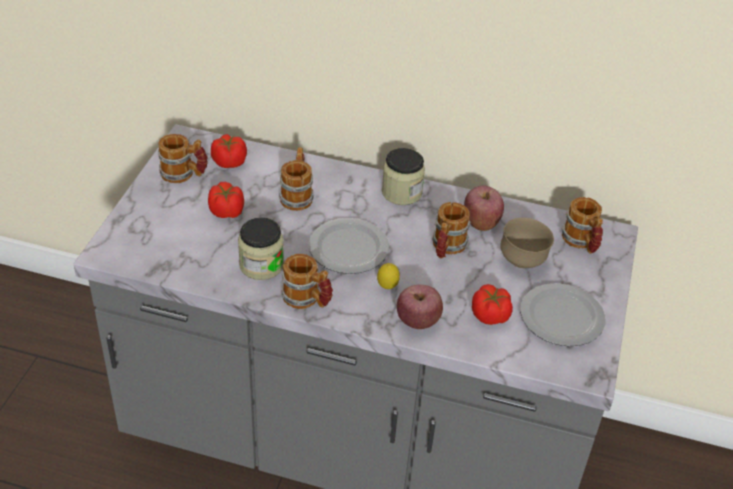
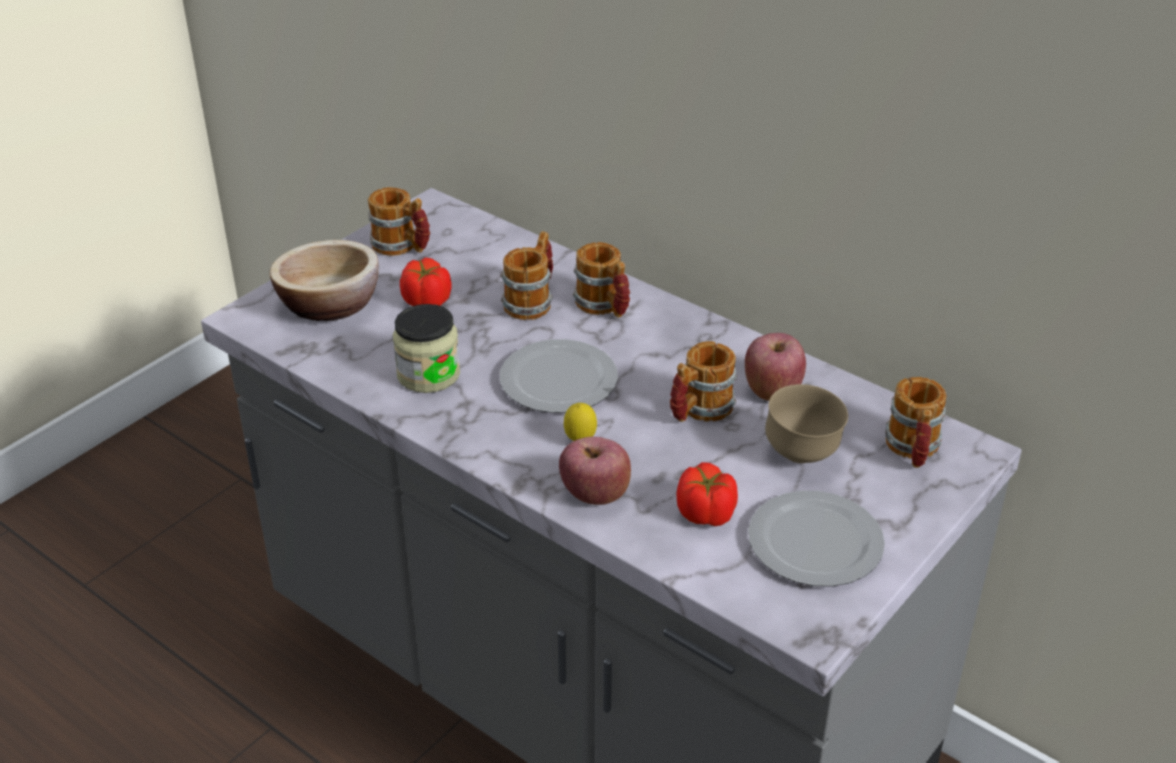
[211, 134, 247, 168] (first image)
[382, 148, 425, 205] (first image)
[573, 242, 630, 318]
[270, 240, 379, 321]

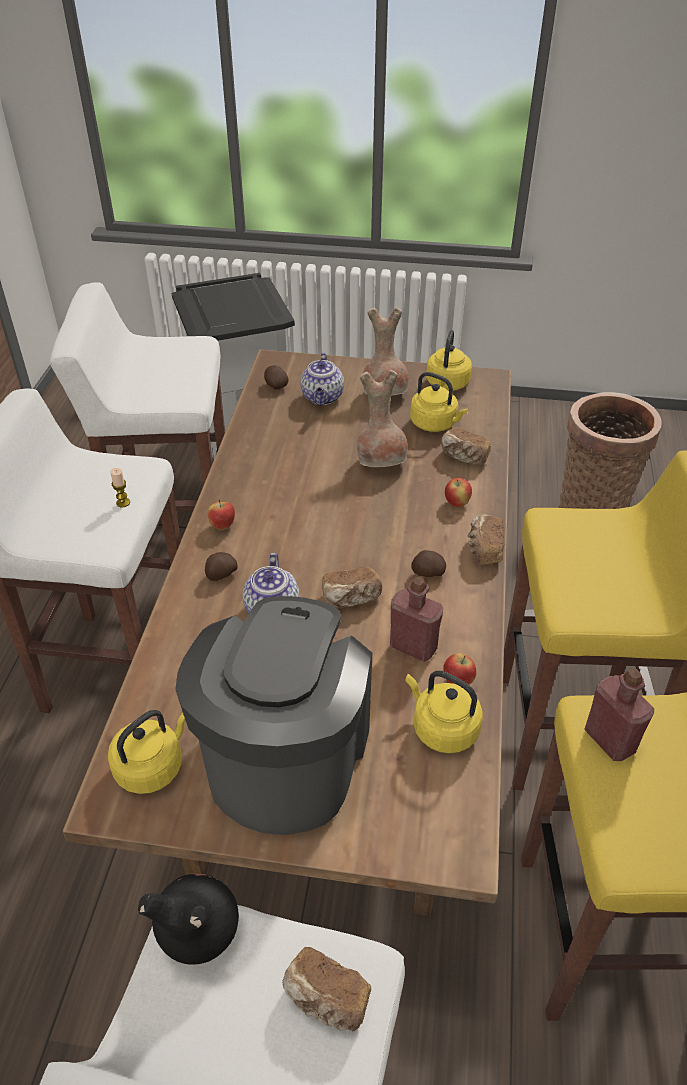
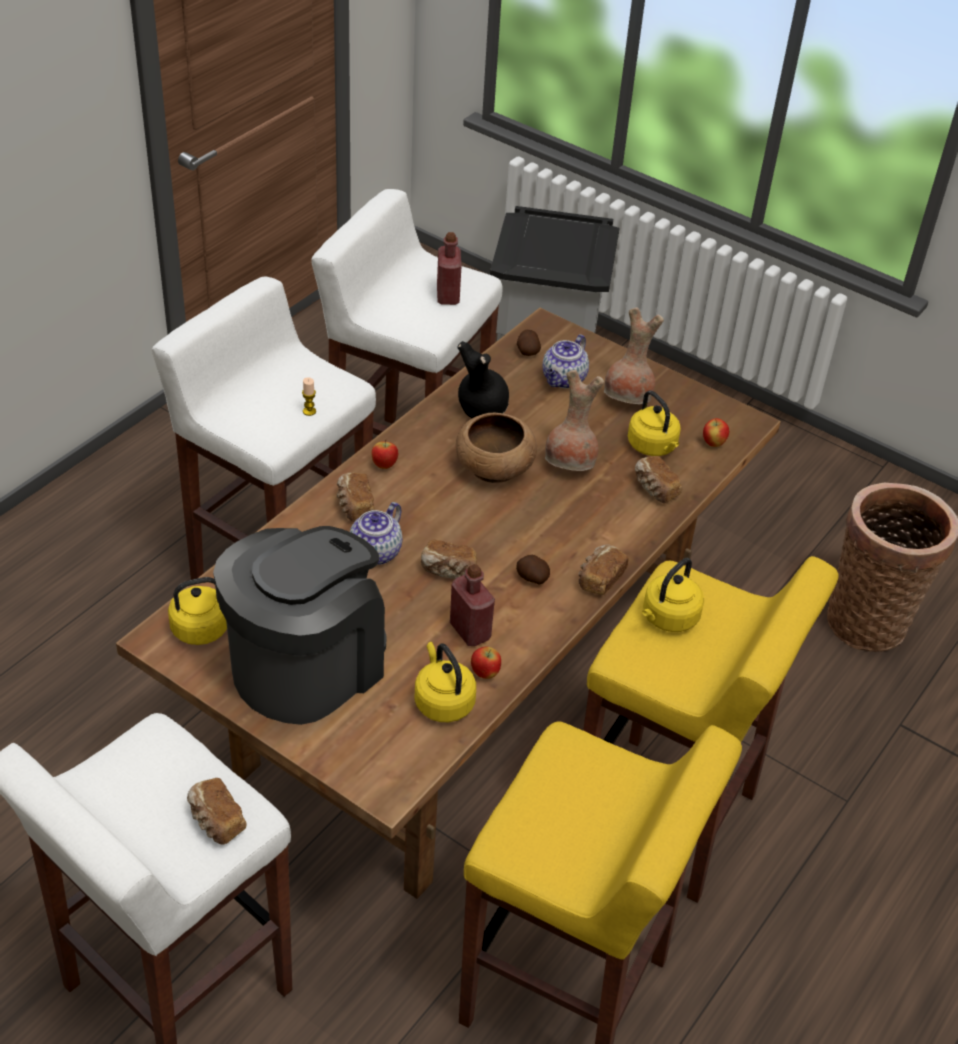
[642, 558, 704, 632]
[703, 418, 729, 447]
[337, 473, 375, 522]
[437, 232, 462, 305]
[457, 341, 509, 418]
[456, 413, 537, 483]

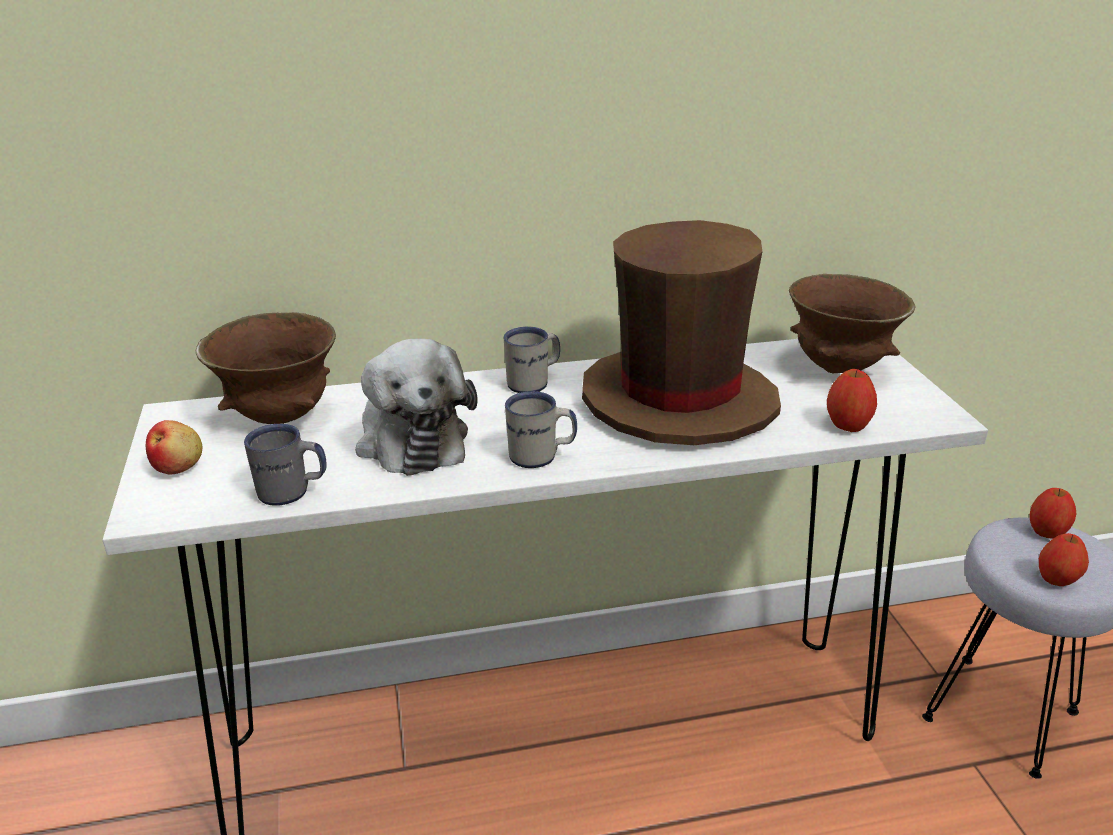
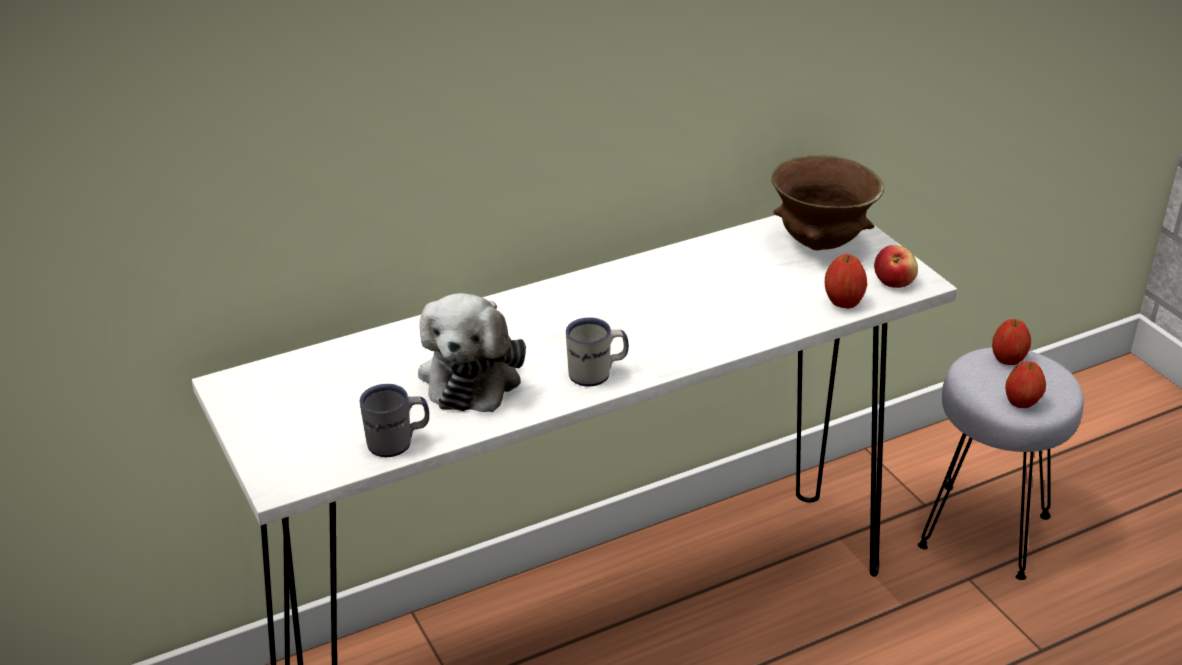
[582, 220, 781, 445] (first image)
[196, 312, 336, 424] (first image)
[504, 327, 560, 393] (first image)
[418, 293, 526, 412]
[874, 245, 918, 288]

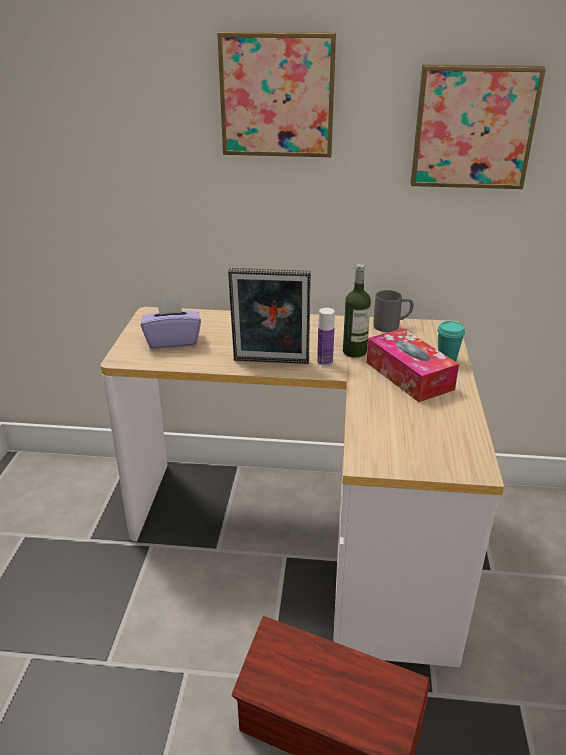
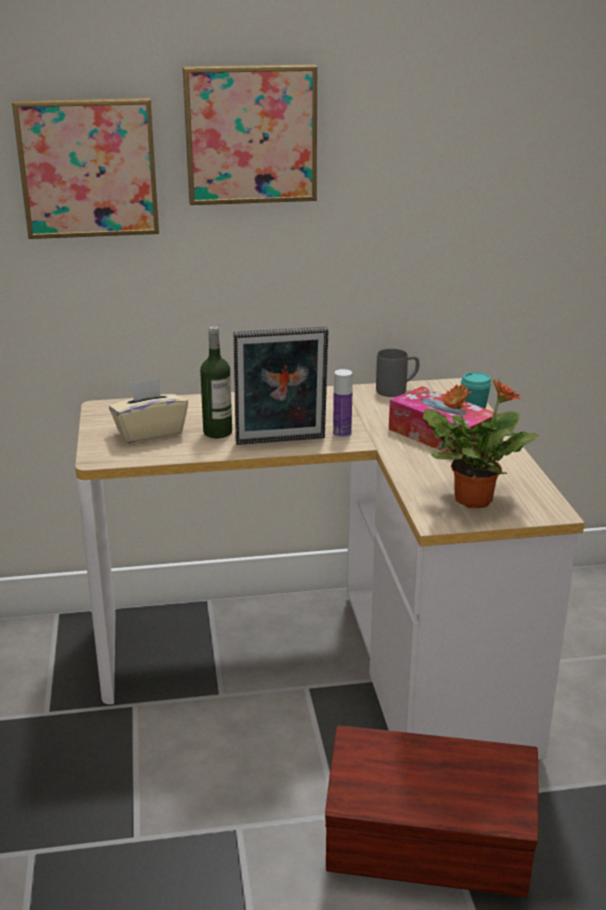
[12, 97, 159, 239]
[200, 326, 232, 438]
[109, 378, 188, 444]
[423, 379, 539, 508]

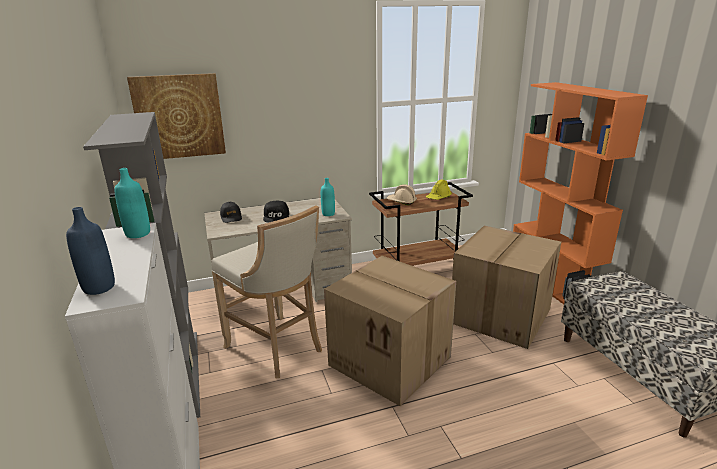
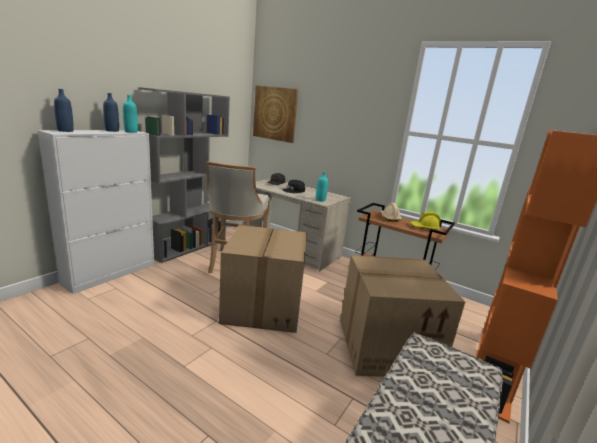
[103, 93, 119, 132]

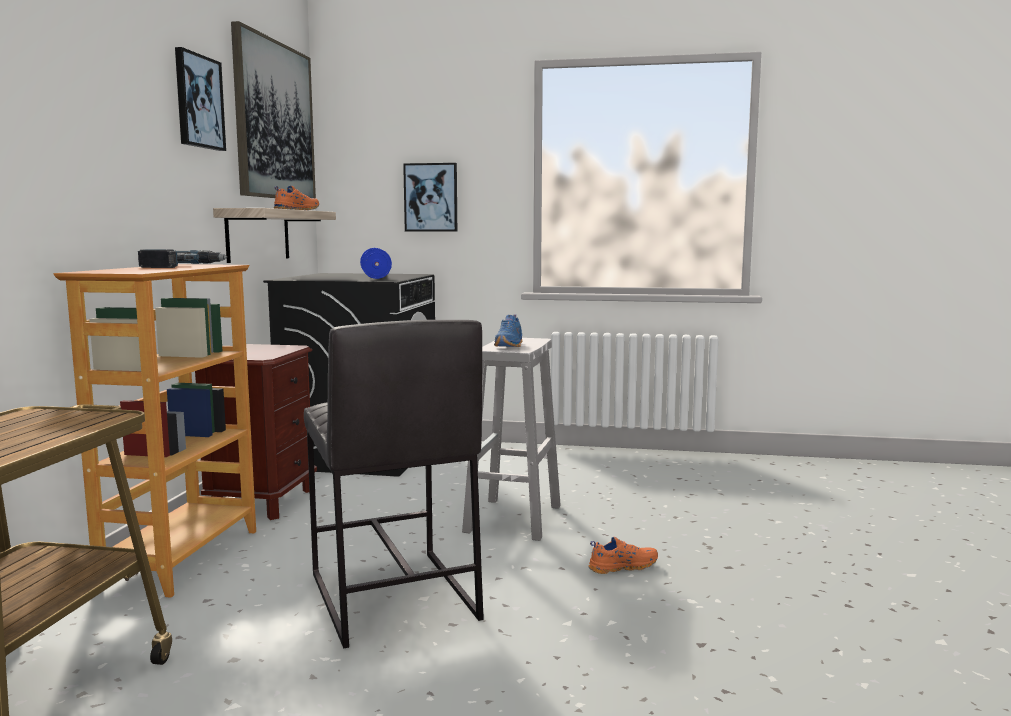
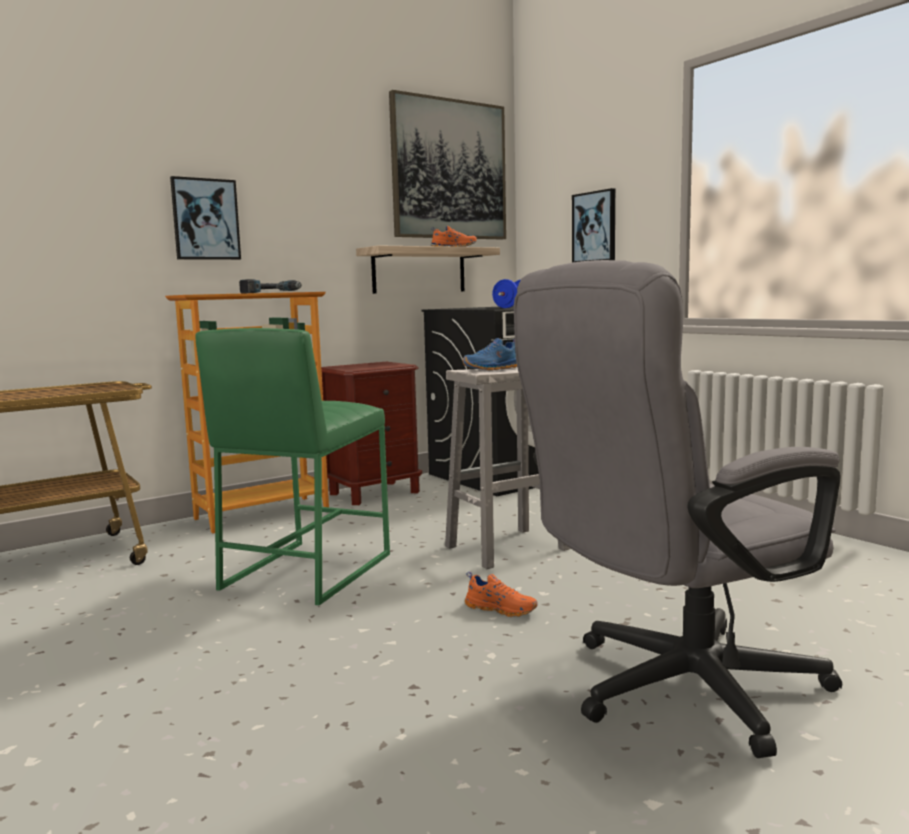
[170, 176, 241, 260]
[195, 328, 390, 605]
[514, 260, 842, 758]

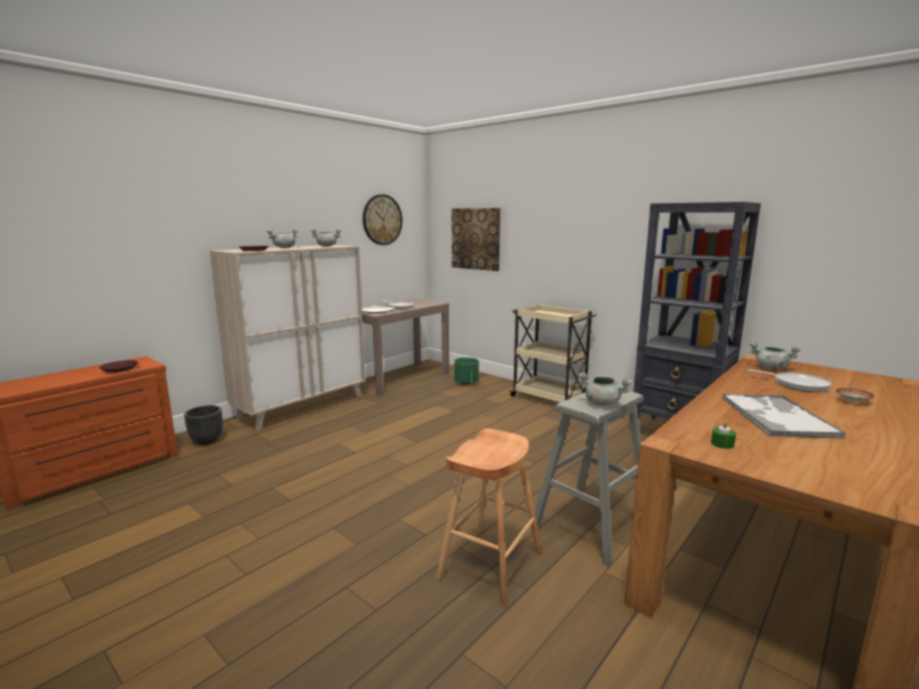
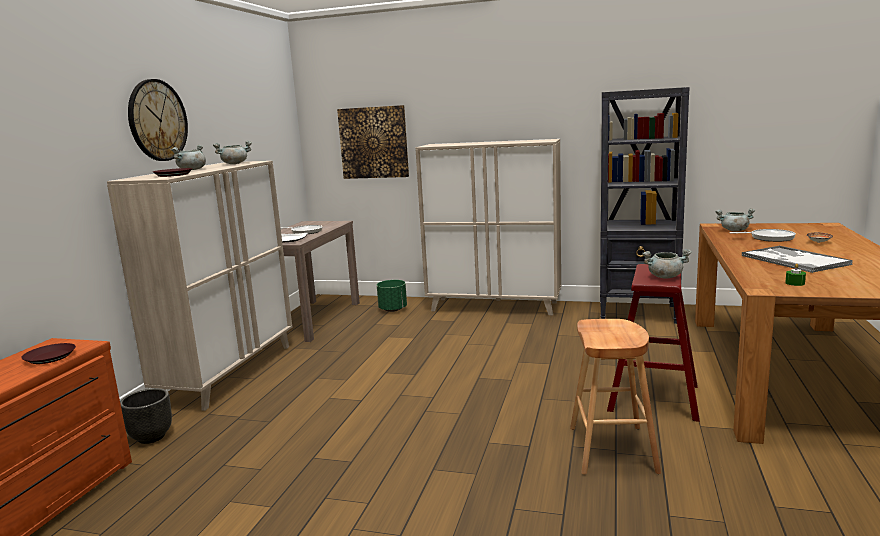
[128, 79, 188, 161]
[415, 139, 561, 315]
[607, 264, 700, 422]

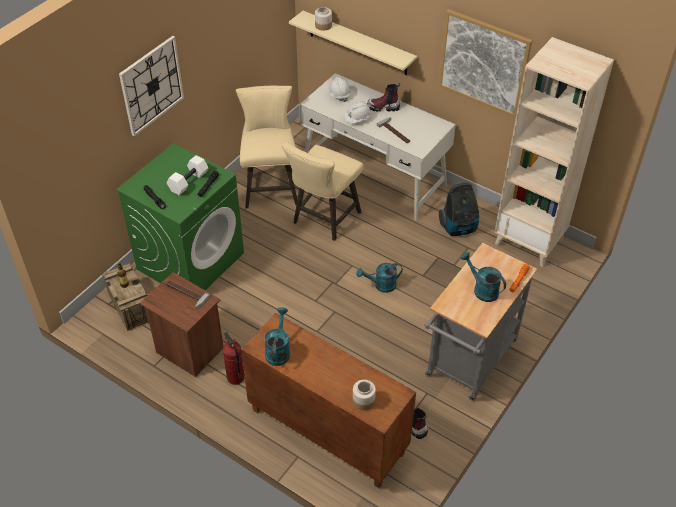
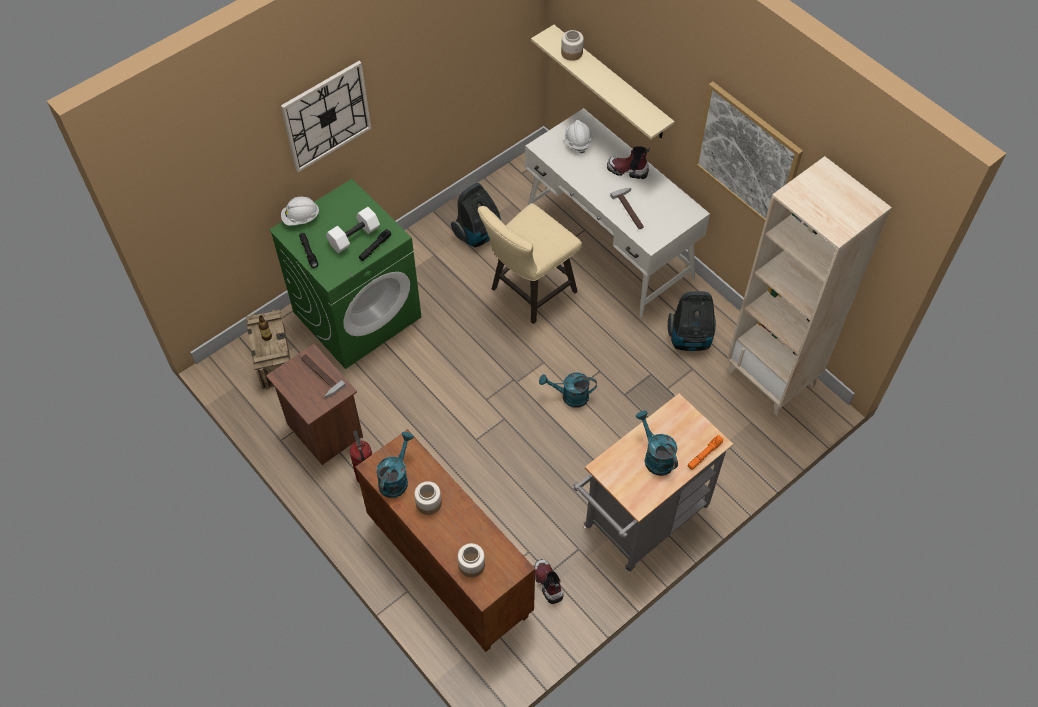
[451, 183, 501, 247]
[281, 197, 320, 226]
[414, 481, 442, 515]

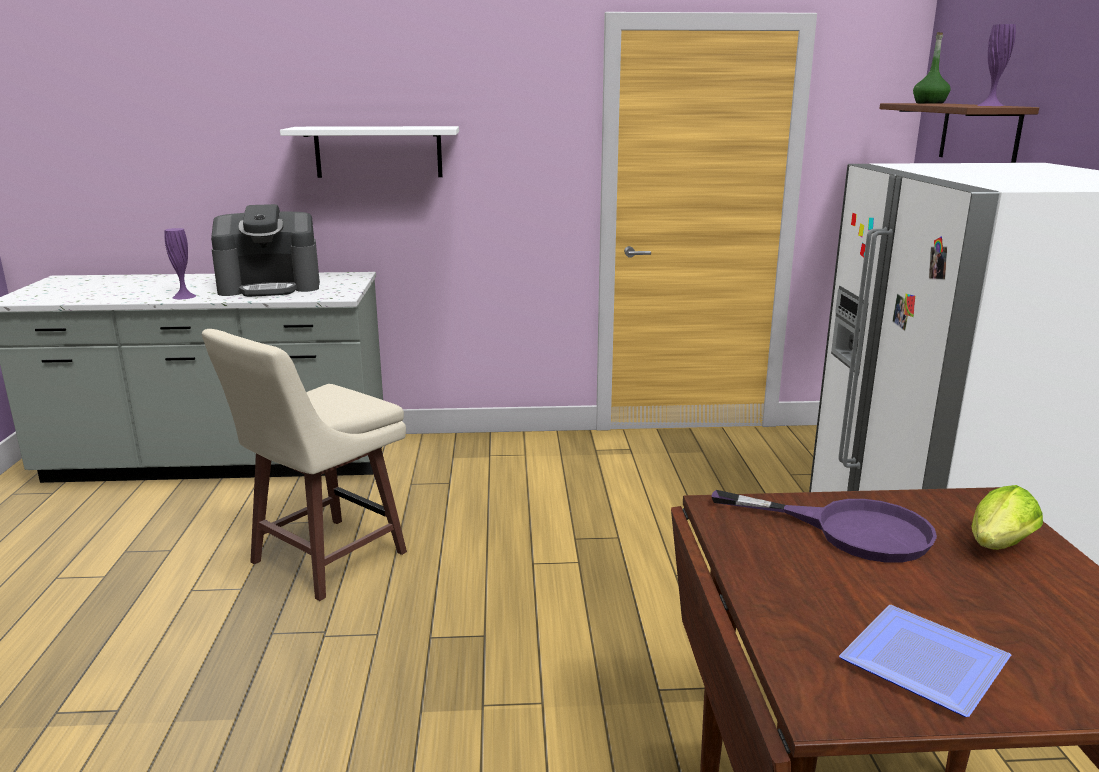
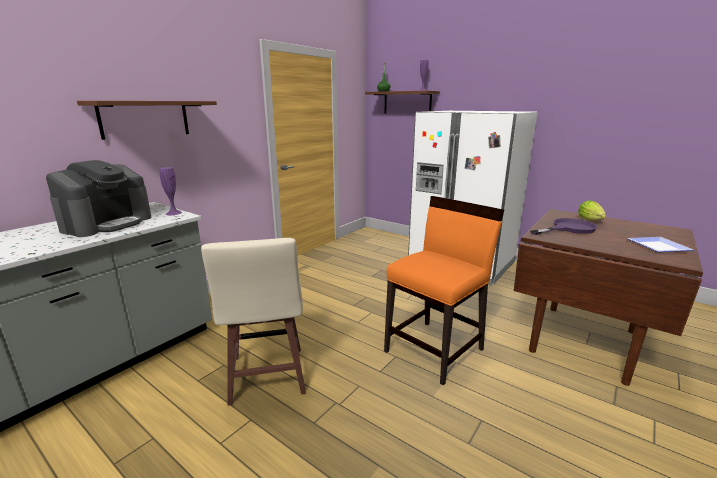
[77, 101, 217, 140]
[159, 167, 182, 215]
[384, 196, 504, 385]

